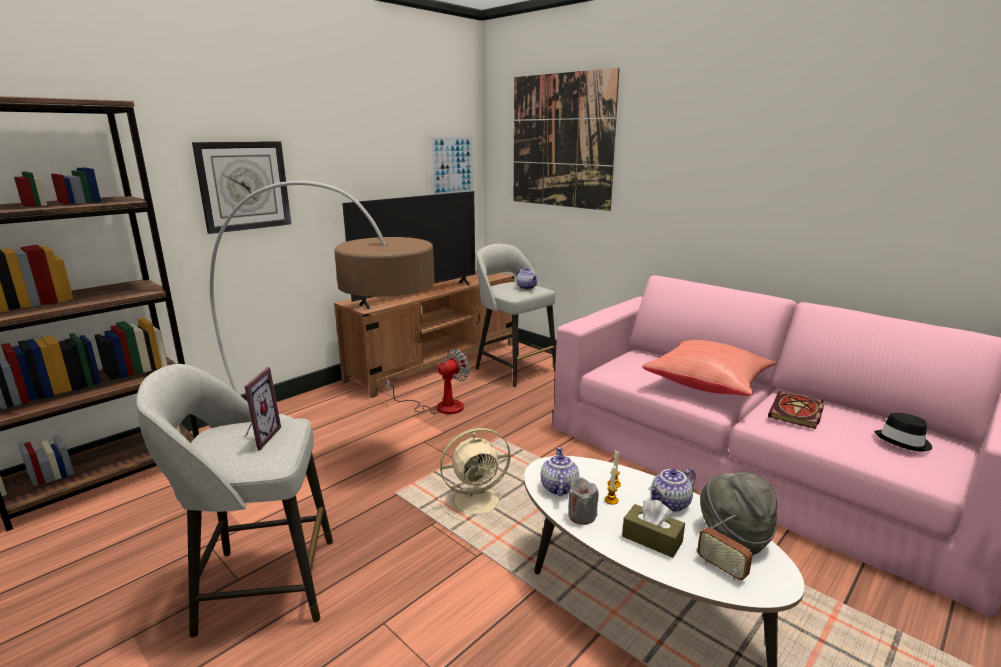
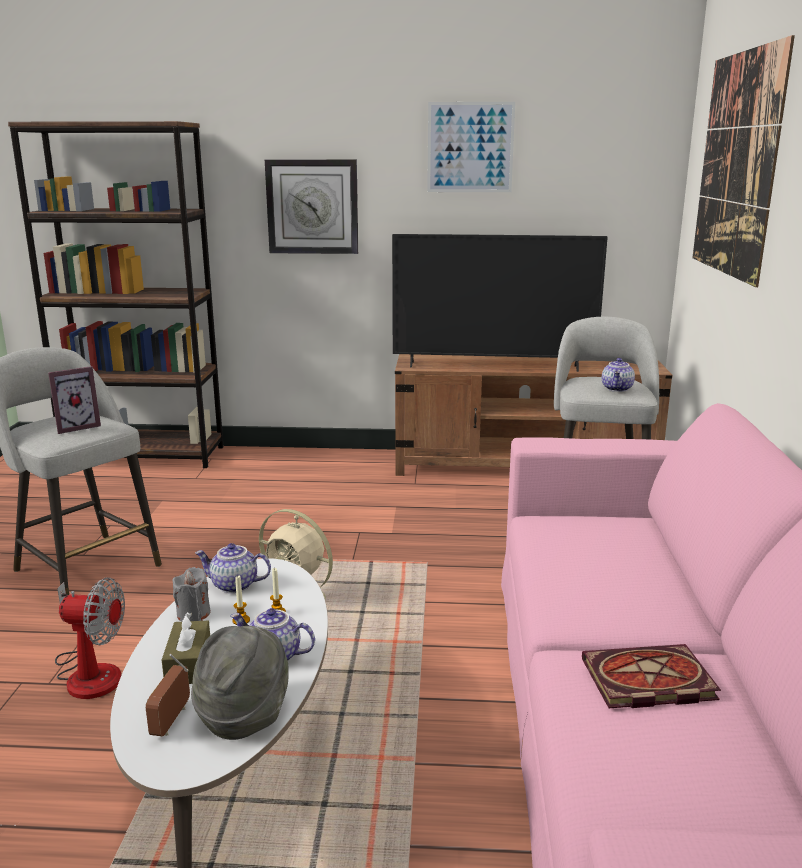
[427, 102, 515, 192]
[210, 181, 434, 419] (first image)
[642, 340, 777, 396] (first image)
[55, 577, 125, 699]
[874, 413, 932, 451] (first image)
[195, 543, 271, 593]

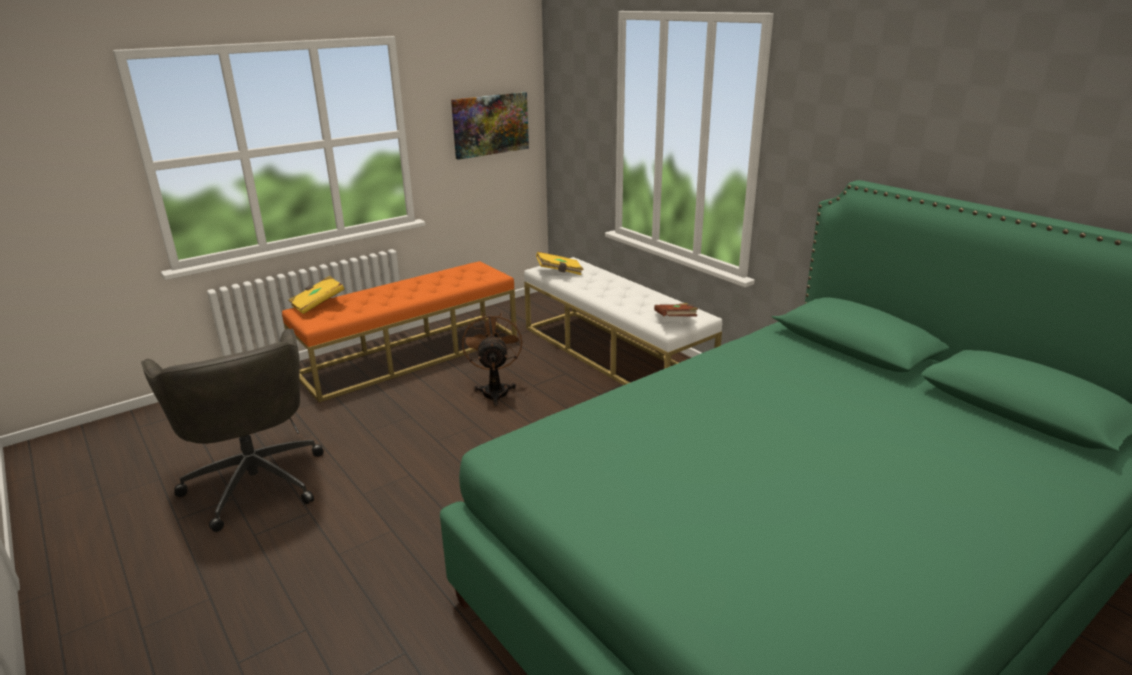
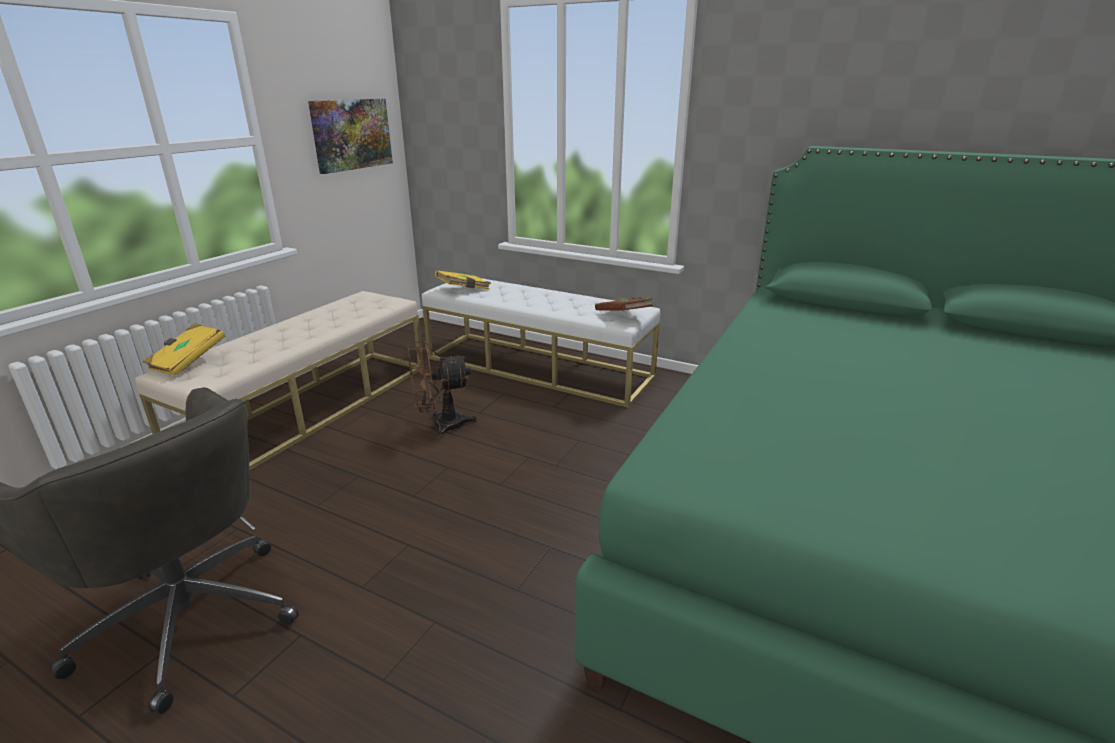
[135, 291, 423, 471]
[408, 340, 477, 439]

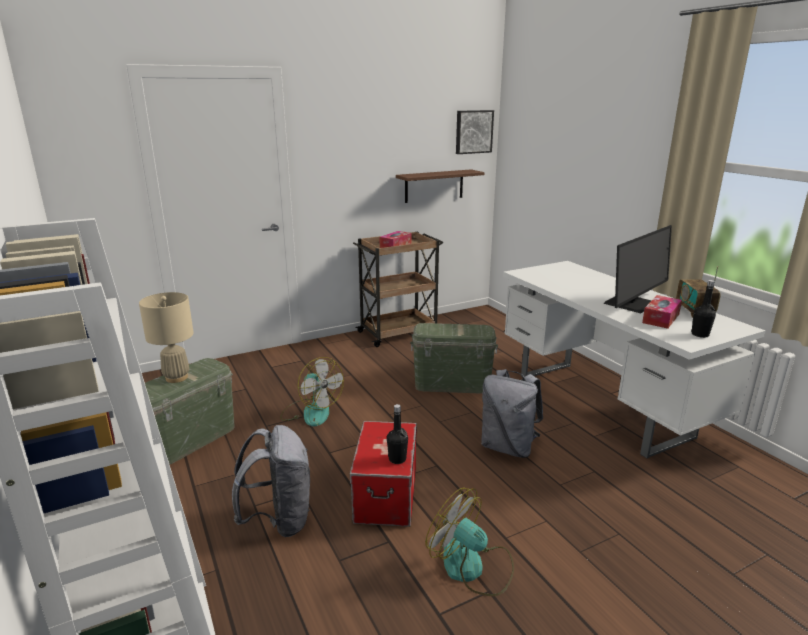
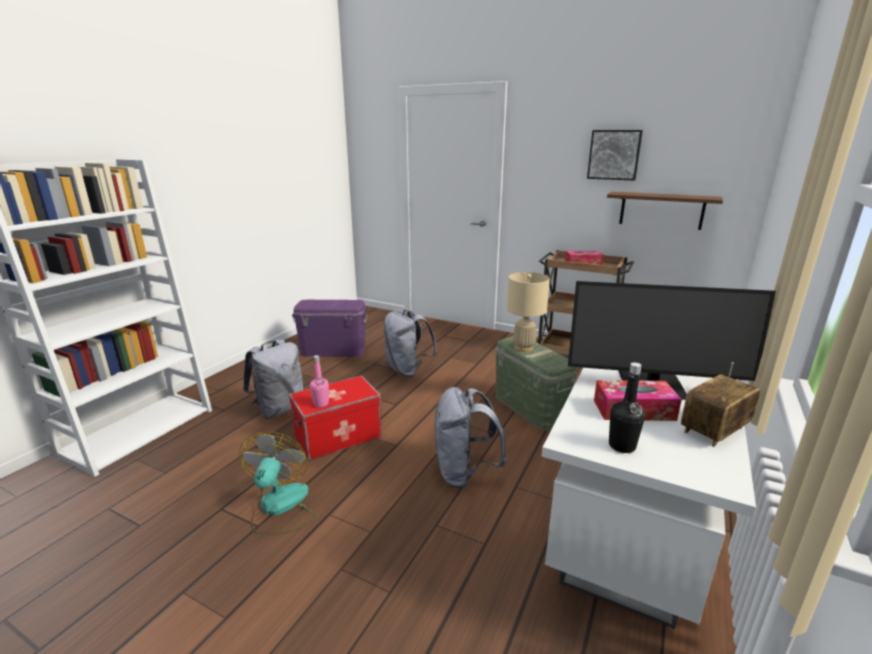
[587, 130, 643, 181]
[507, 272, 550, 352]
[384, 310, 437, 377]
[292, 300, 368, 357]
[310, 355, 329, 407]

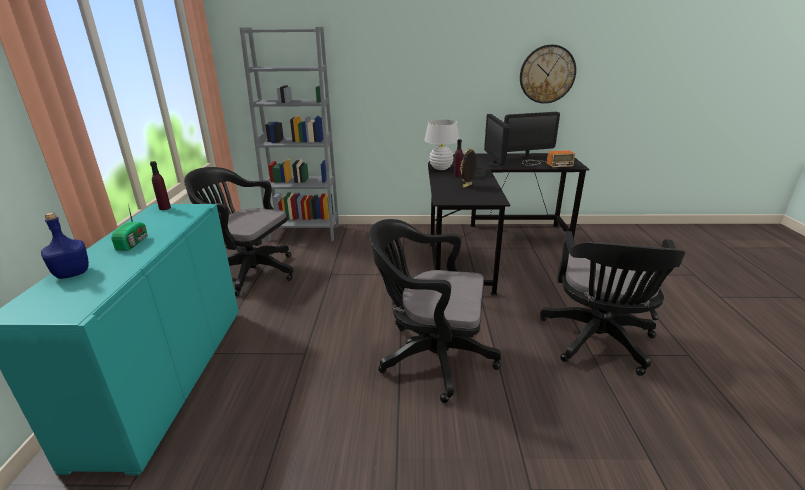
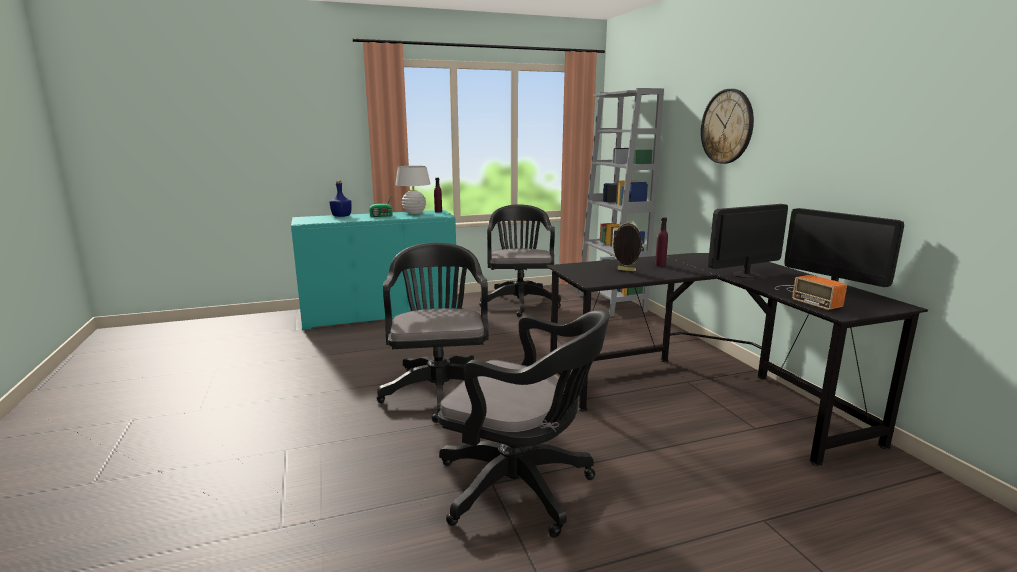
[701, 89, 754, 164]
[395, 166, 430, 214]
[438, 310, 610, 538]

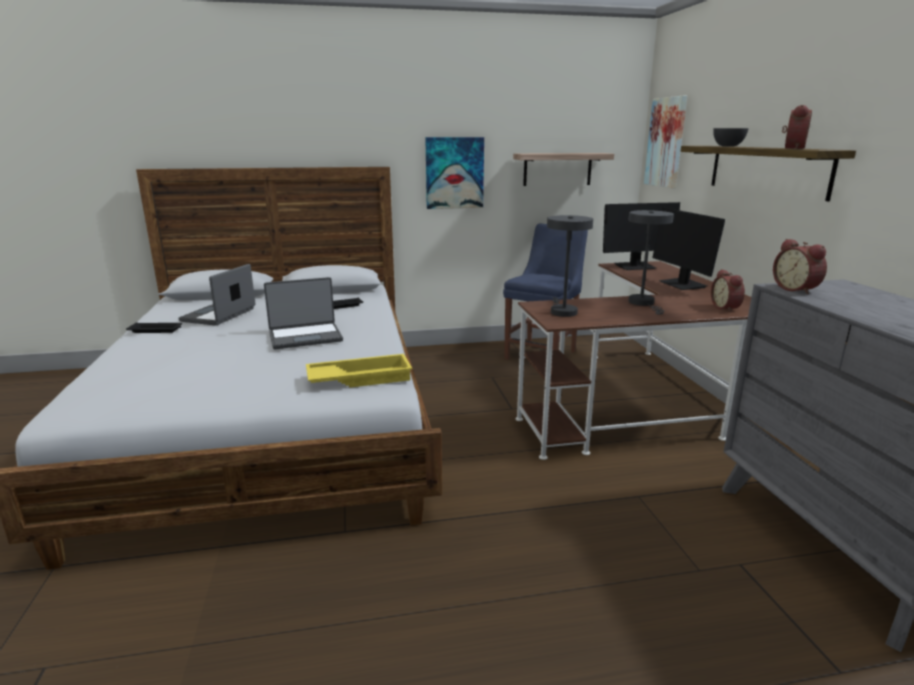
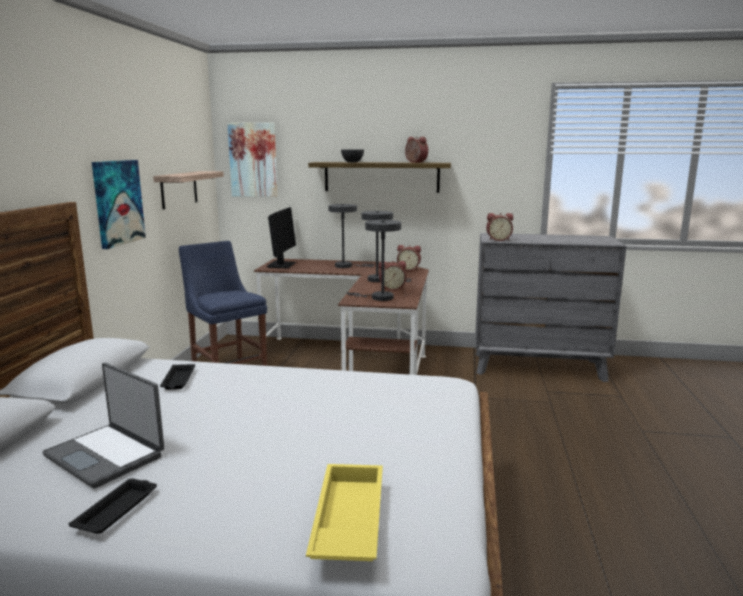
[328, 204, 374, 268]
[264, 277, 343, 349] (first image)
[306, 464, 383, 561]
[379, 261, 406, 291]

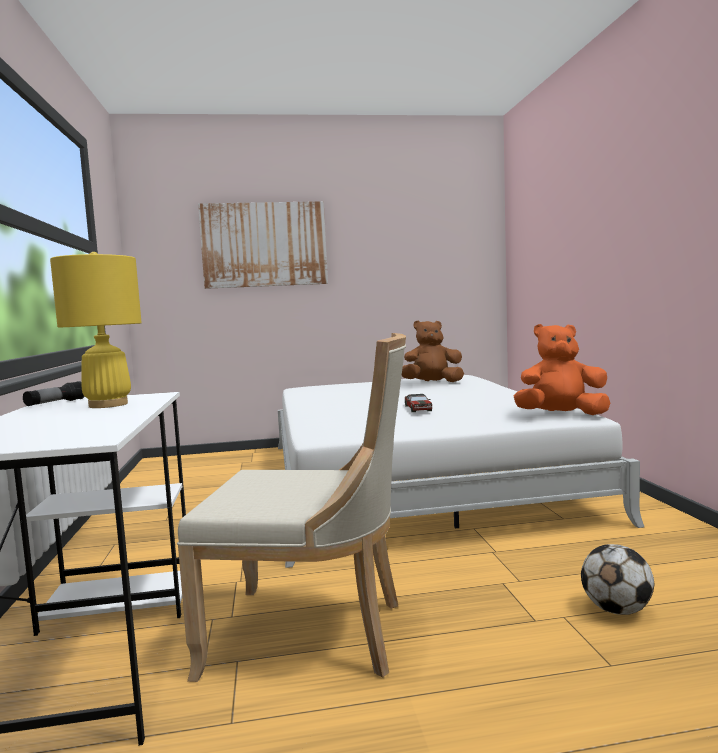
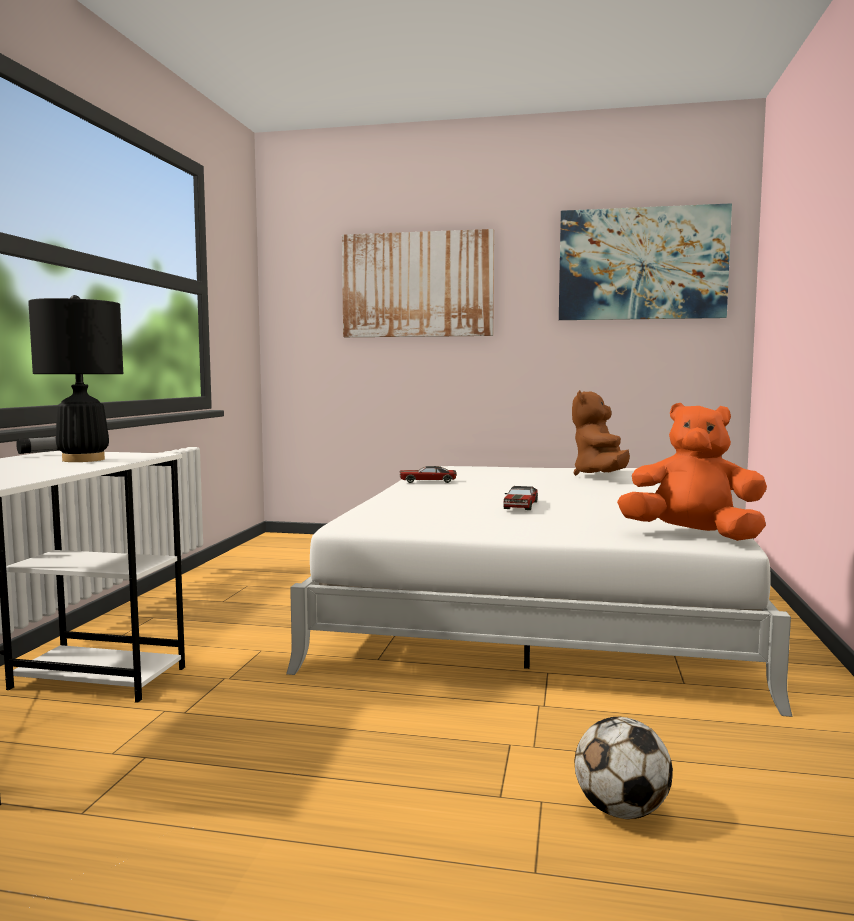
[28, 295, 123, 462]
[572, 390, 630, 476]
[177, 333, 406, 682] (first image)
[559, 203, 732, 320]
[399, 466, 457, 483]

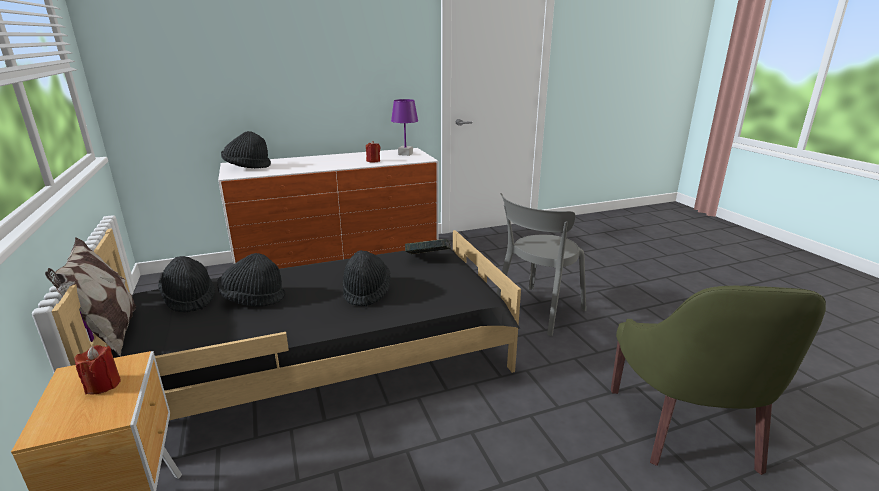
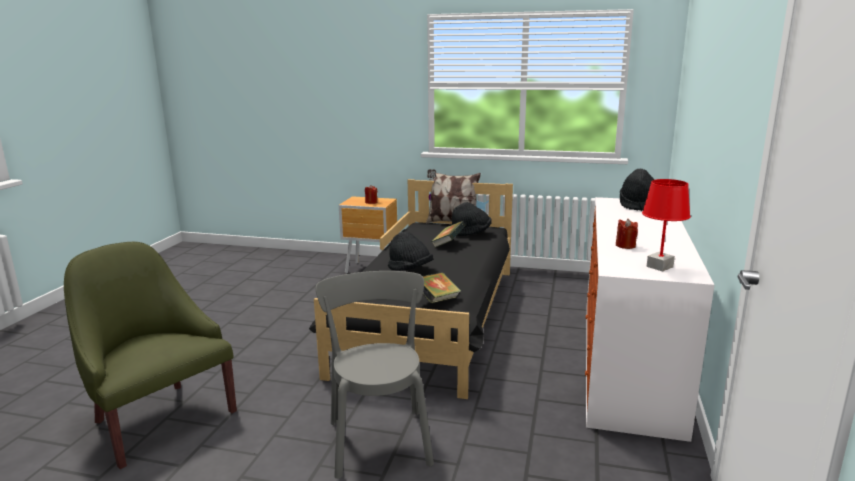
[642, 179, 691, 272]
[431, 221, 466, 248]

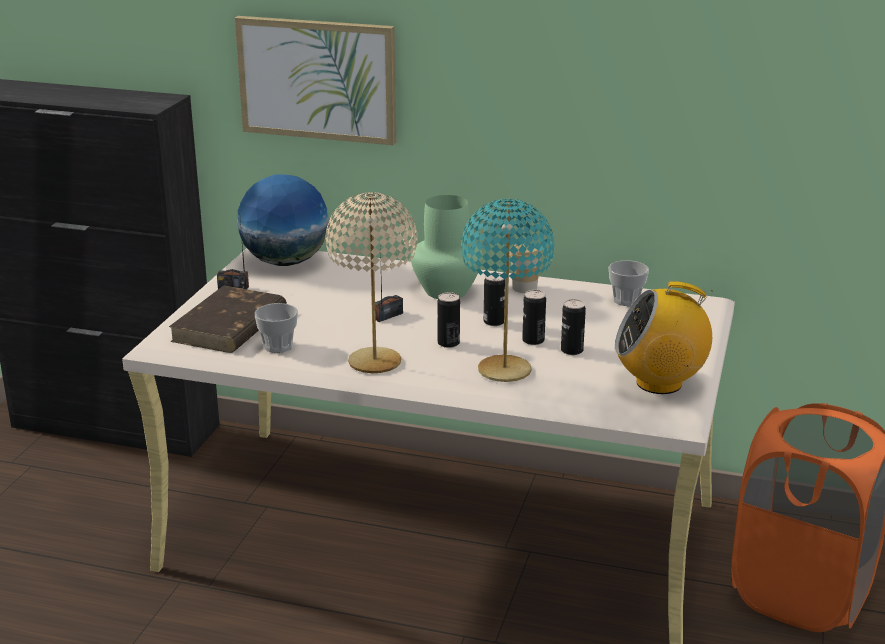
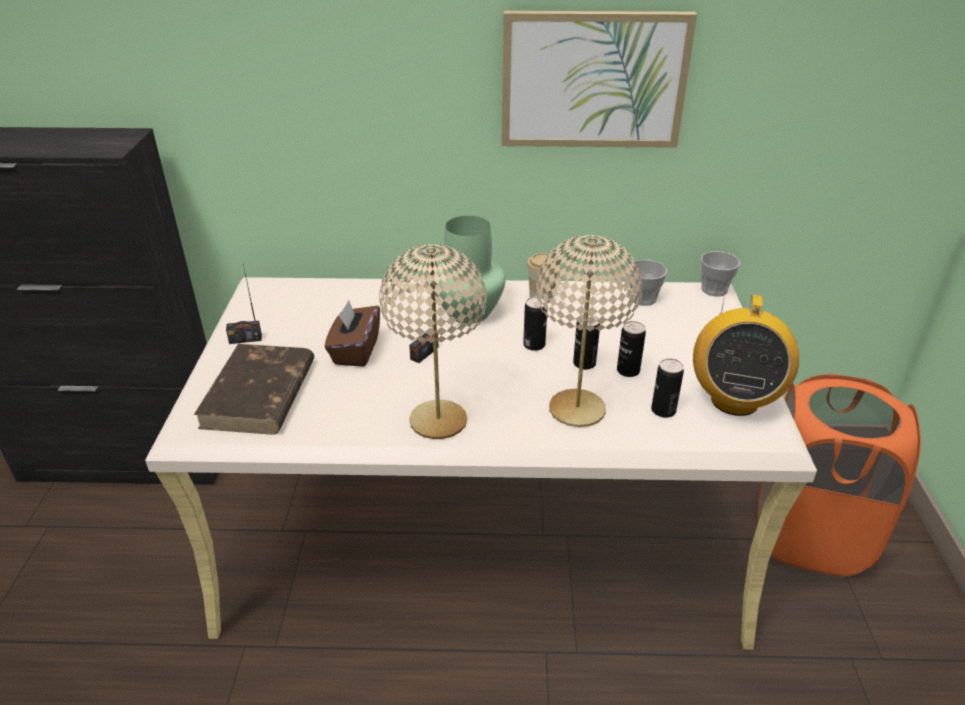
[502, 11, 697, 148]
[238, 174, 329, 266] (first image)
[536, 235, 642, 427]
[693, 293, 799, 416]
[651, 358, 684, 418]
[700, 251, 741, 297]
[325, 300, 380, 367]

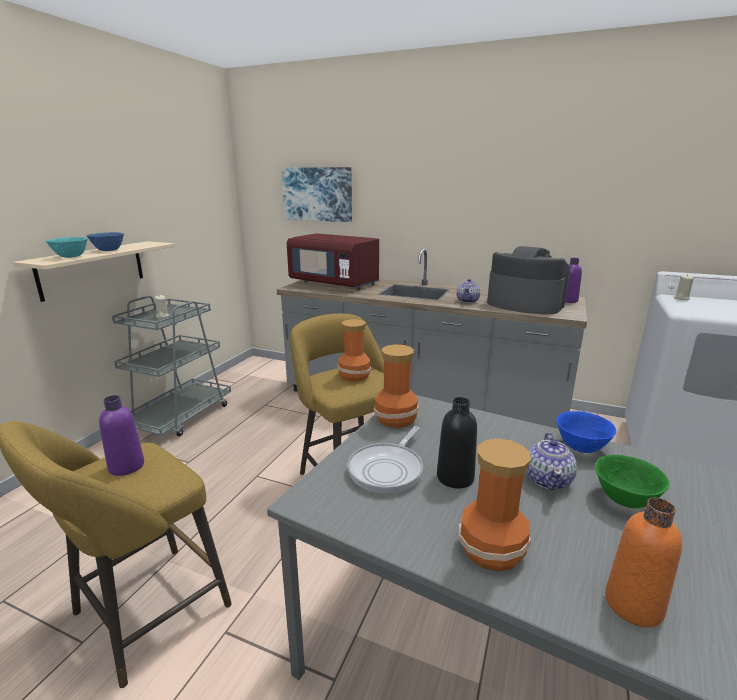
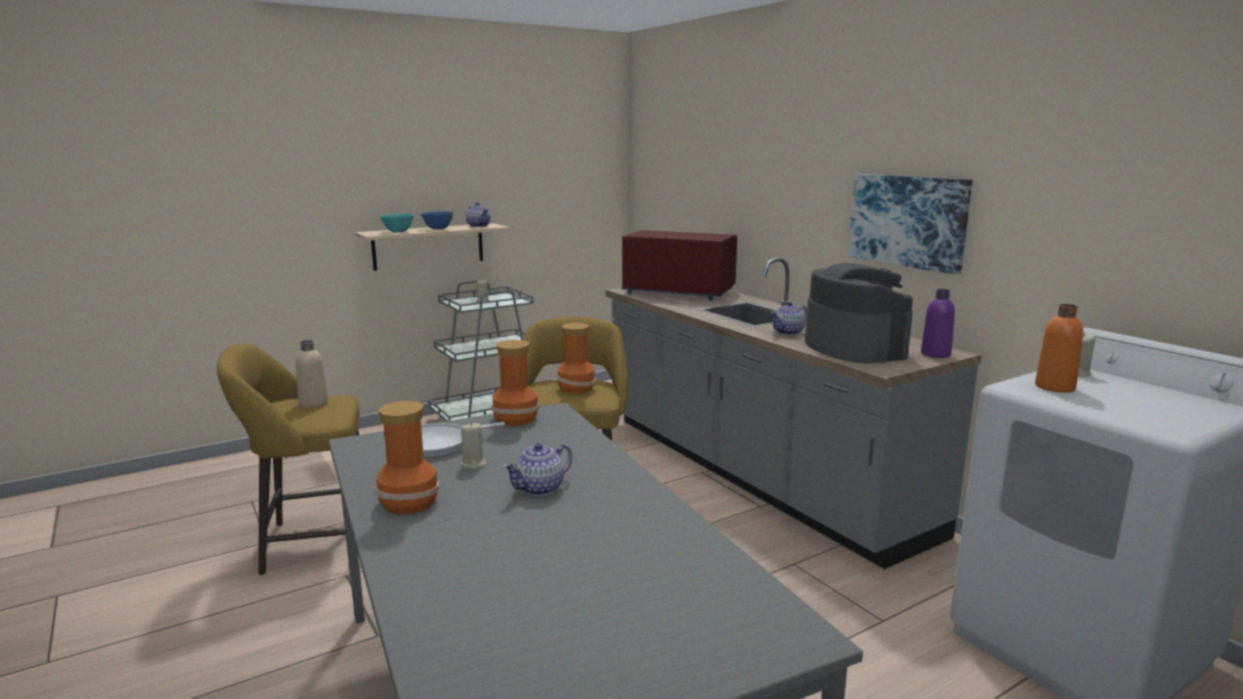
[848, 174, 973, 275]
[622, 230, 737, 300]
[295, 340, 328, 407]
[461, 422, 487, 469]
[556, 411, 616, 453] (first image)
[595, 455, 669, 508] (first image)
[1035, 304, 1083, 393]
[466, 202, 491, 227]

